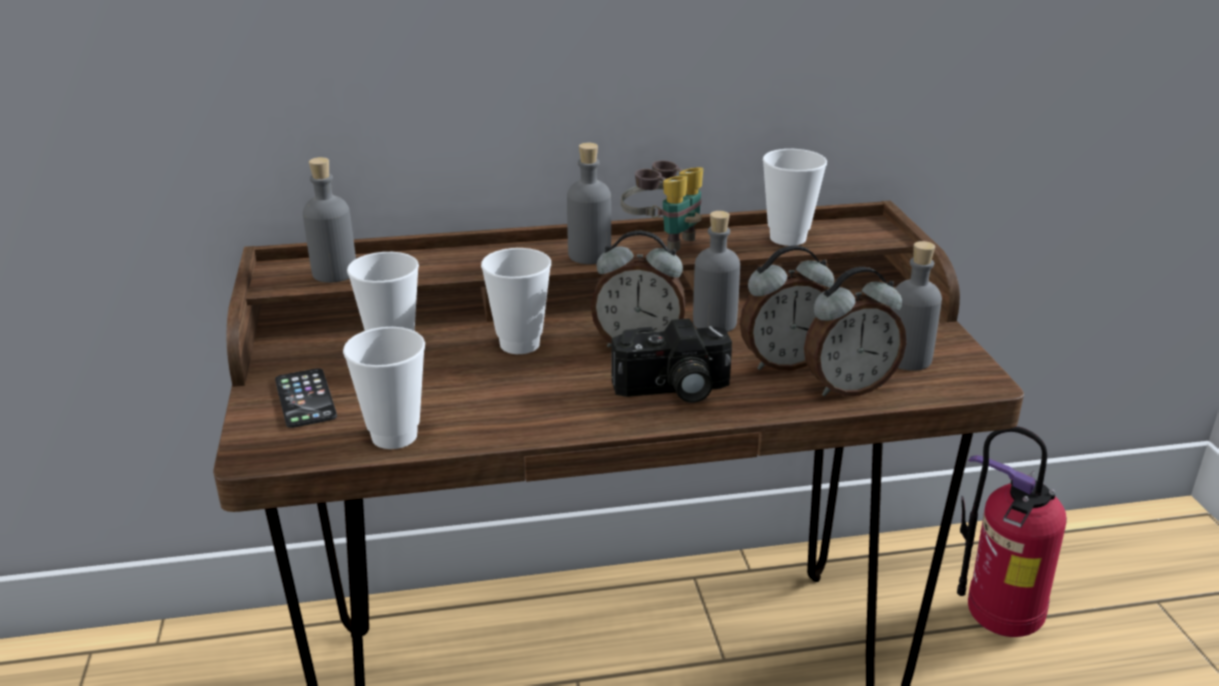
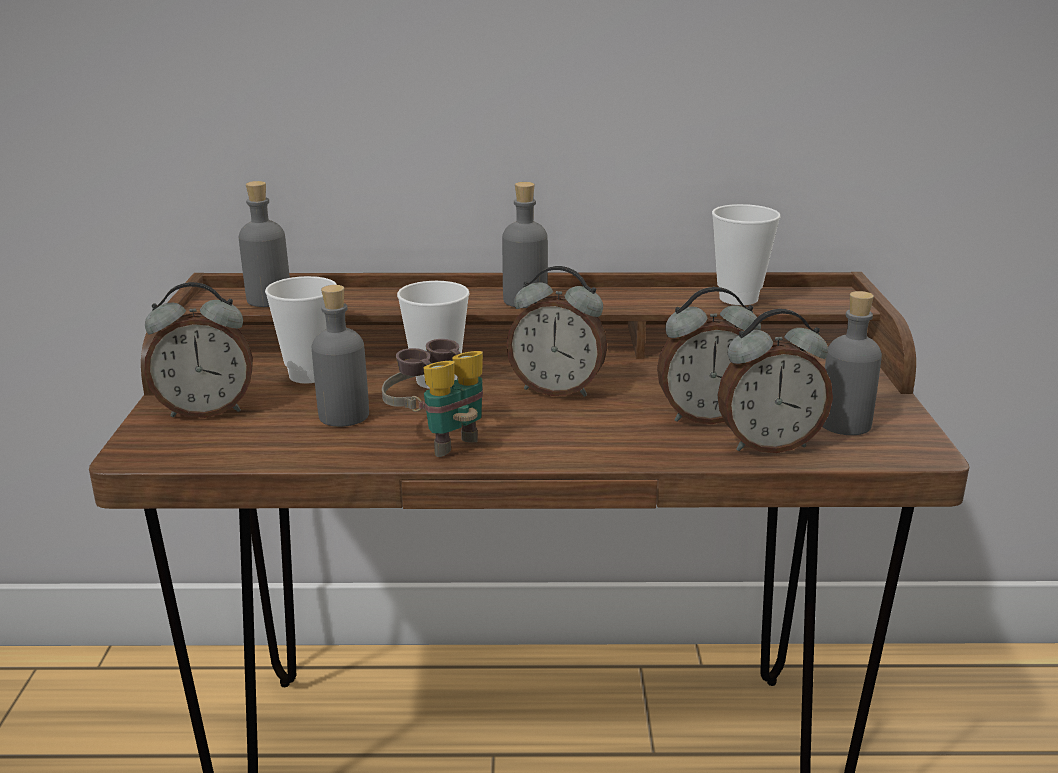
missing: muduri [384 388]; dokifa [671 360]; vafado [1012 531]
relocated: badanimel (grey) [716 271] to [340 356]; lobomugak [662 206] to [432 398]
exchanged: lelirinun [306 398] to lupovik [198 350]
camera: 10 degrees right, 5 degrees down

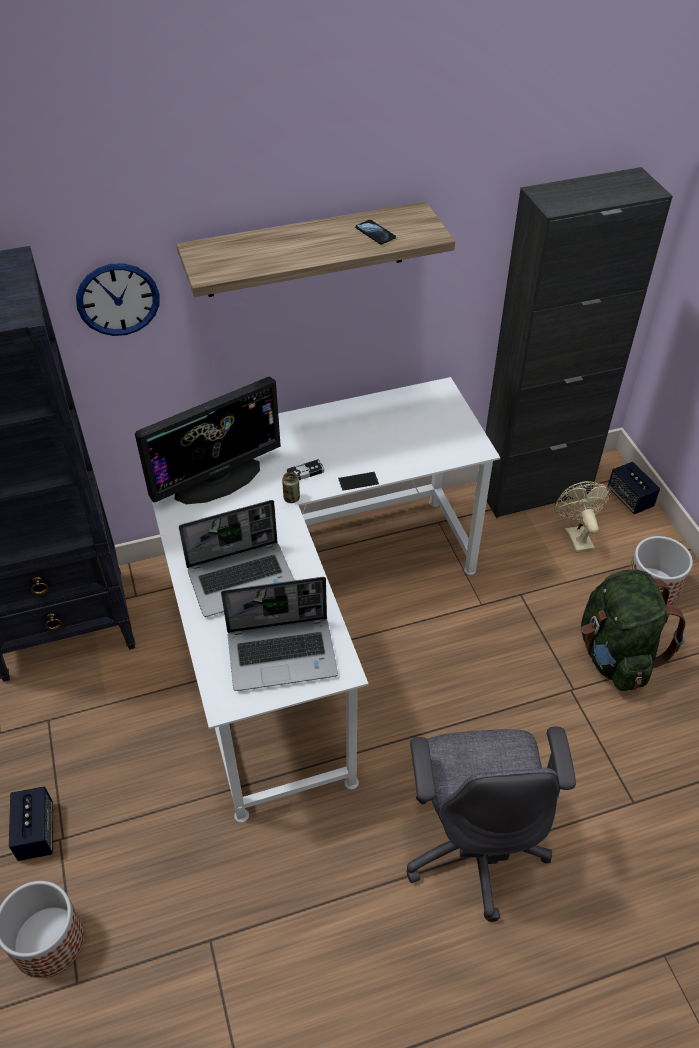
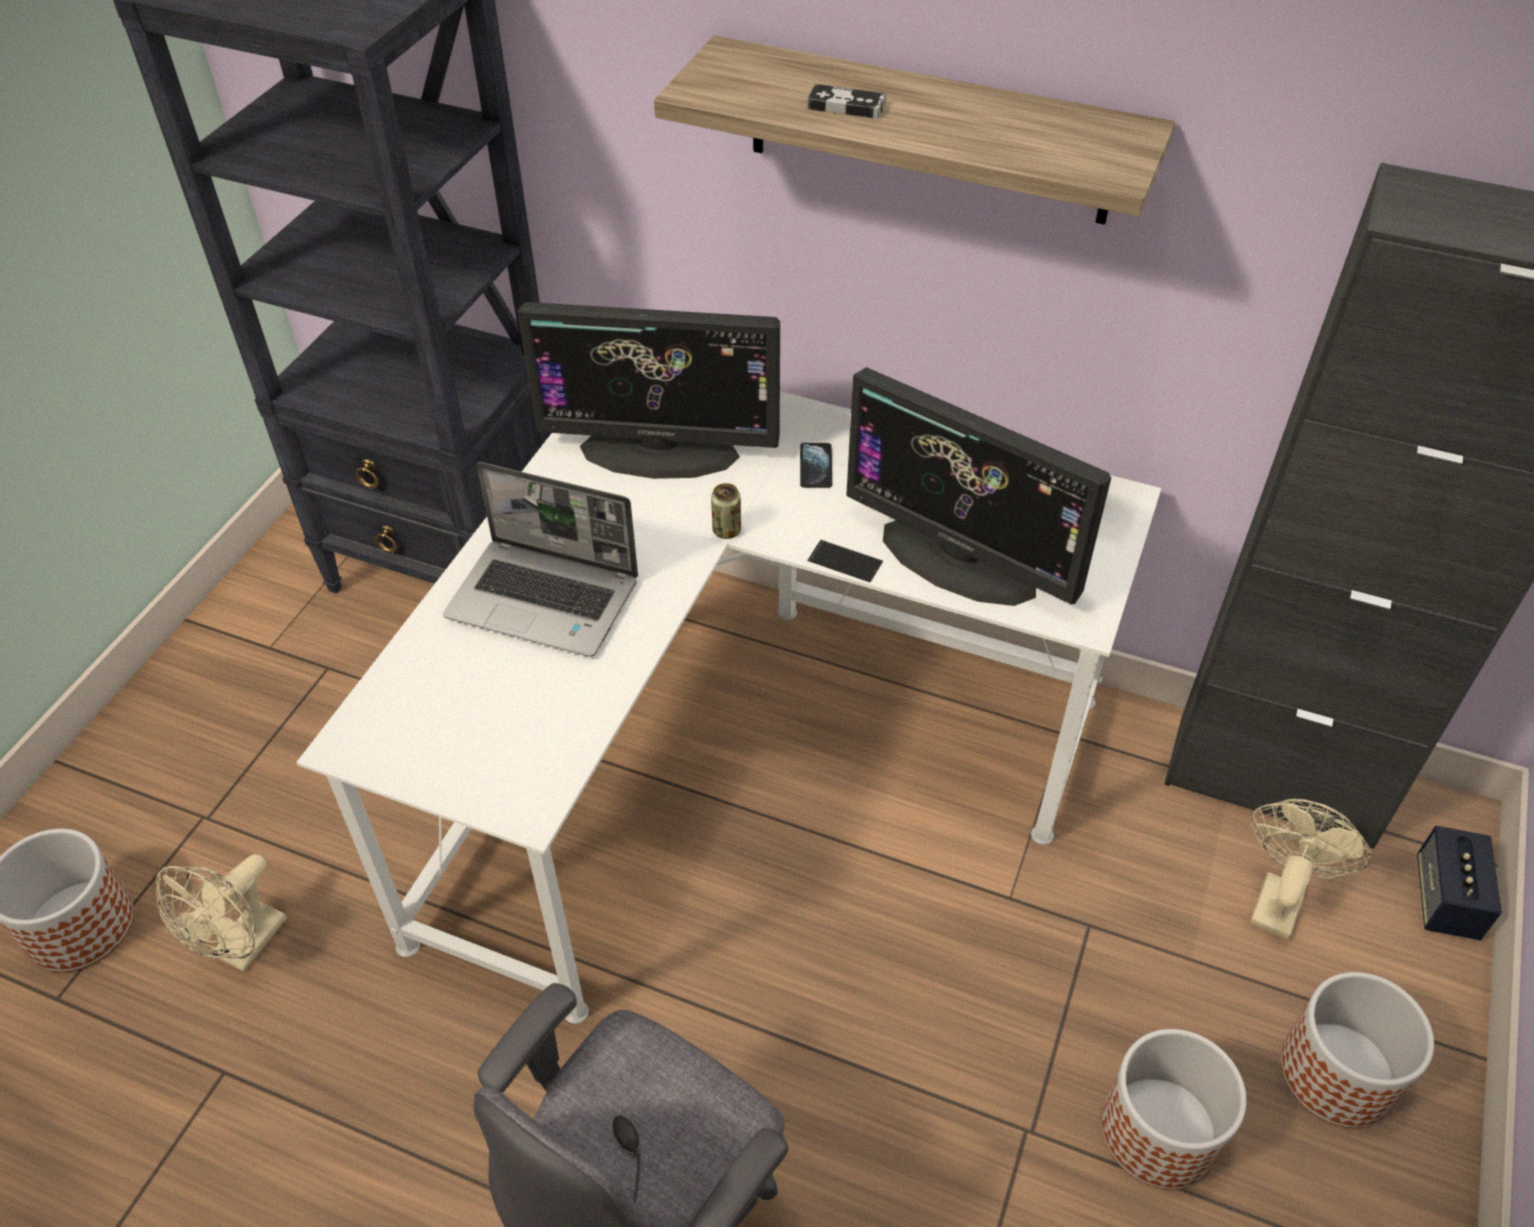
missing: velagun [31 823]; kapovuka [118 299]; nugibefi [279 634]
appeared: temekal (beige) [221 913]; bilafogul [978 486]
relocated: lelirinun [375 232] to [816 465]; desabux [305 469] to [846 101]
exchanged: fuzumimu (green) [633 630] to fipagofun [1174 1109]
camera: 40 degrees right, 0 degrees up

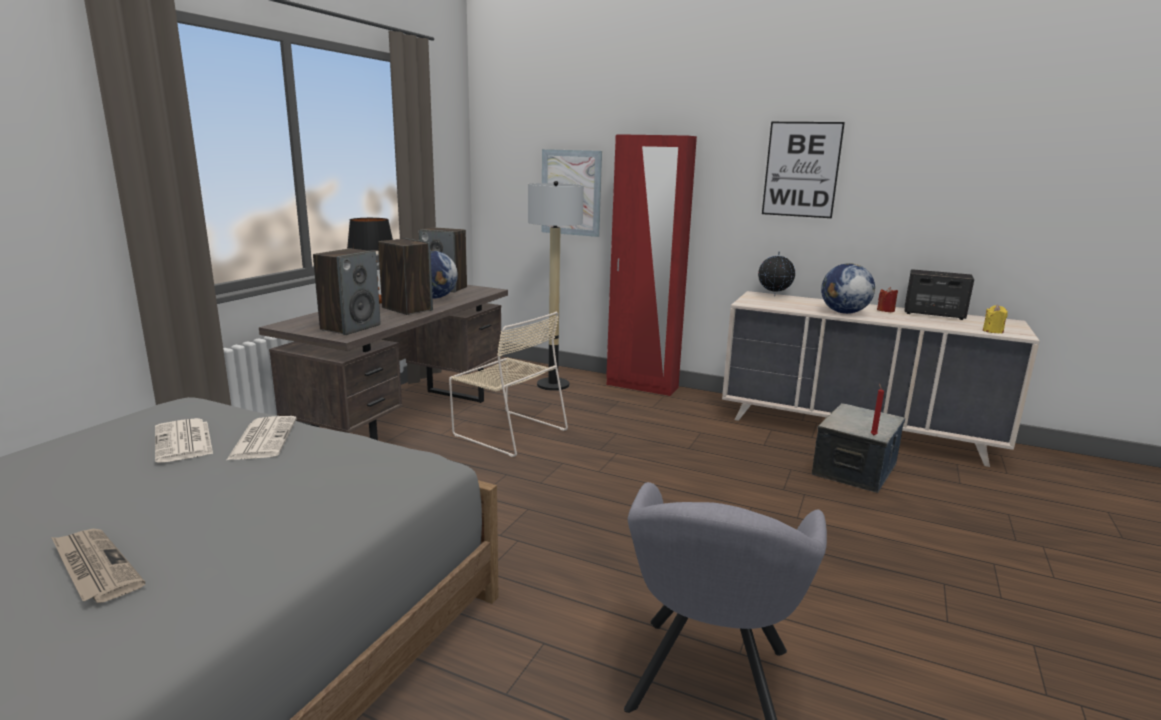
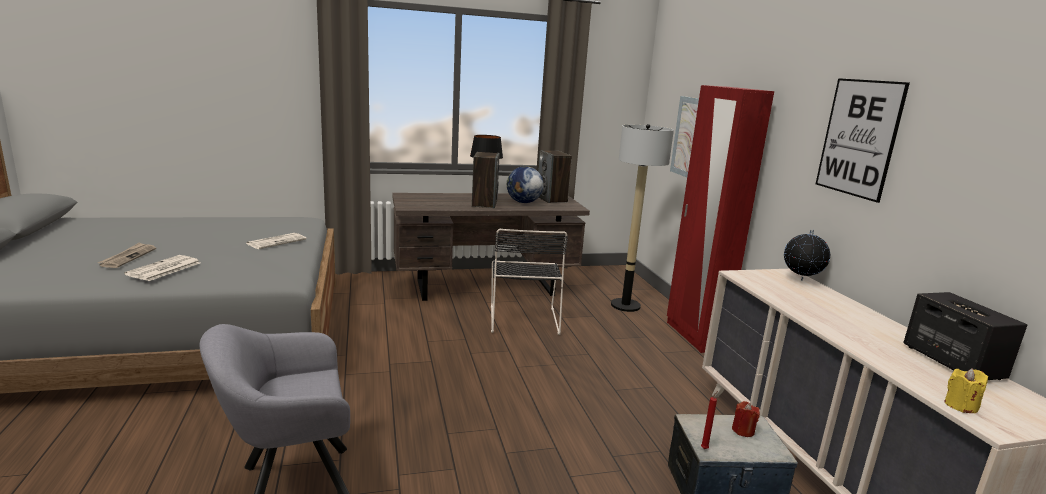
missing: velagun [347 291]; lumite [848 288]
relocated: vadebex [184 440] to [162 268]; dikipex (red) [887 299] to [746 419]
colour: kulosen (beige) [508 384] to kulosen (black) [529 282]
camera: 50 degrees right, 0 degrees up

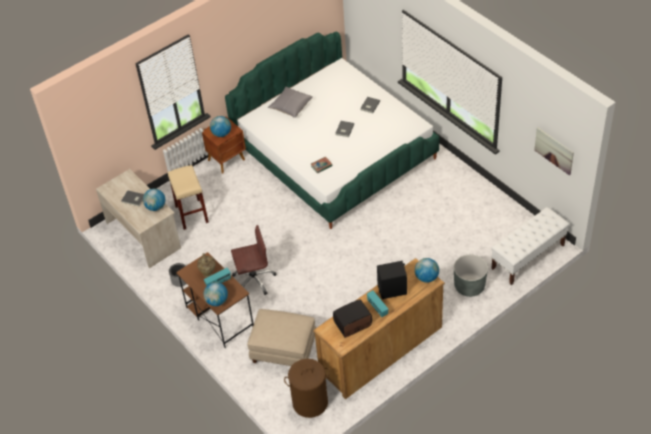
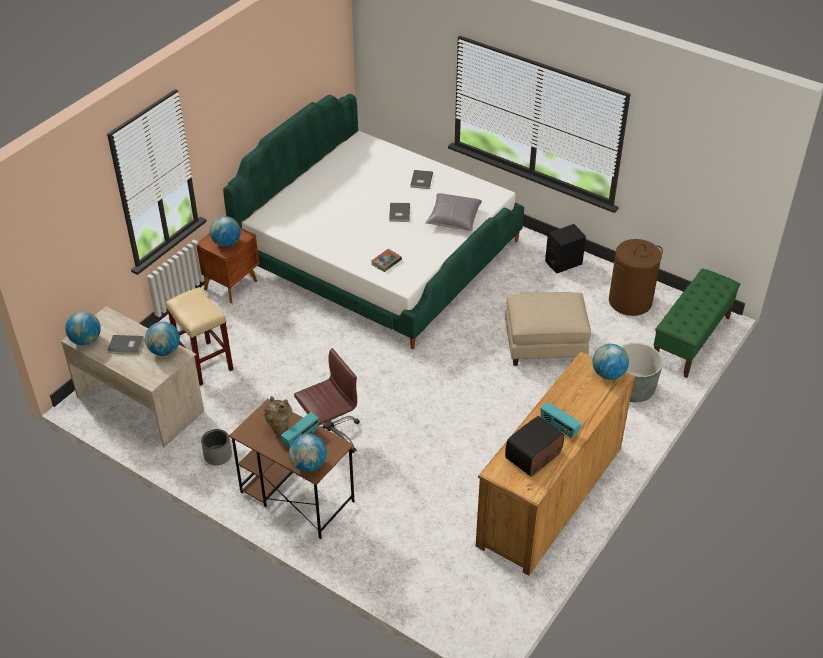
missing: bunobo [554 151]
appeared: lumite [83 328]
relocated: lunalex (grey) [290 102] to [453 212]; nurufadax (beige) [281 337] to [548 329]; velagun (black) [392 280] to [565 249]; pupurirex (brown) [307 388] to [636 277]
colour: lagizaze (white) [530 246] to lagizaze (green) [697 323]
camera: 20 degrees left, 5 degrees down

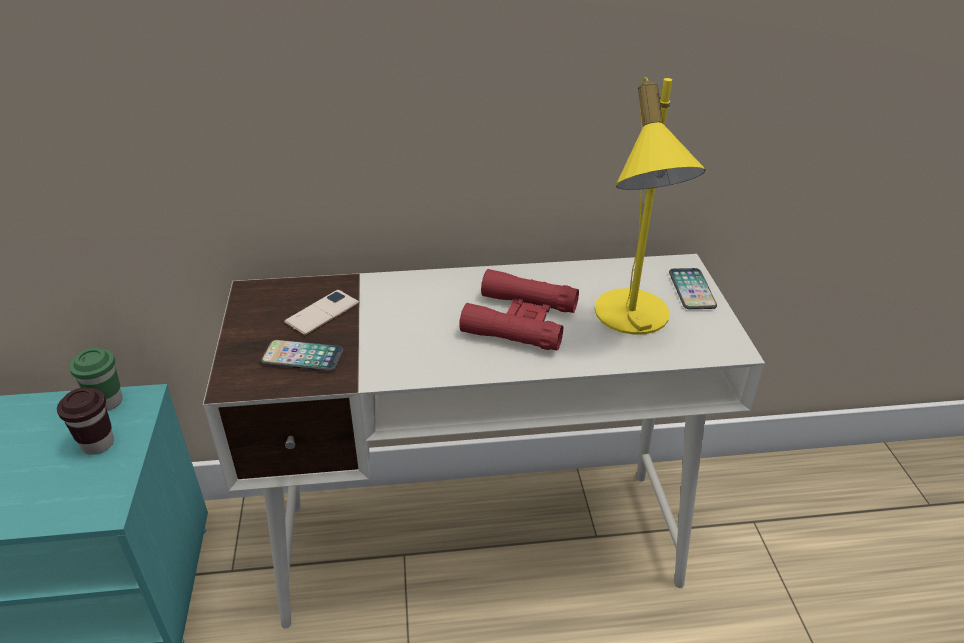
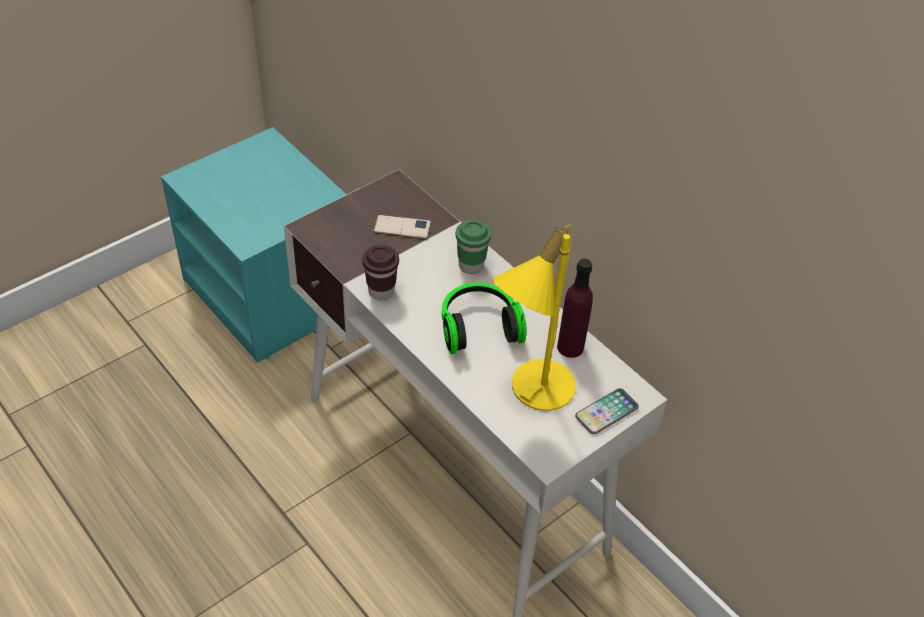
missing: lelirinun [302 355]
appeared: badanimel (purple) [575 308]
relocated: muduri (brown) [85 421] to [380 272]; muduri (green) [96 379] to [473 247]
exchanged: lobomugak (red) [519 310] to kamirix [484 319]
camera: 55 degrees right, 10 degrees up

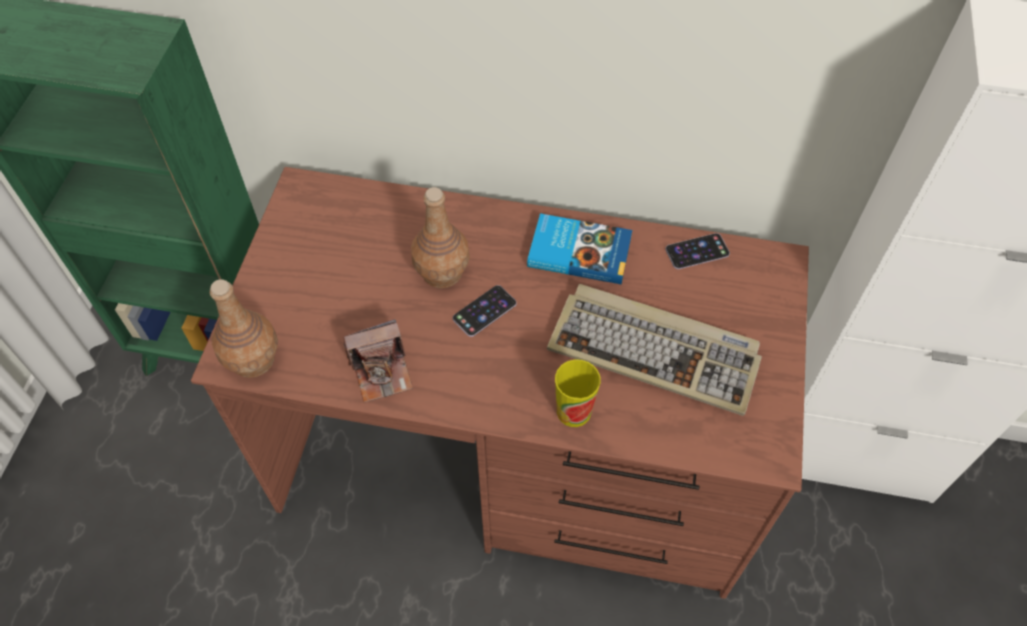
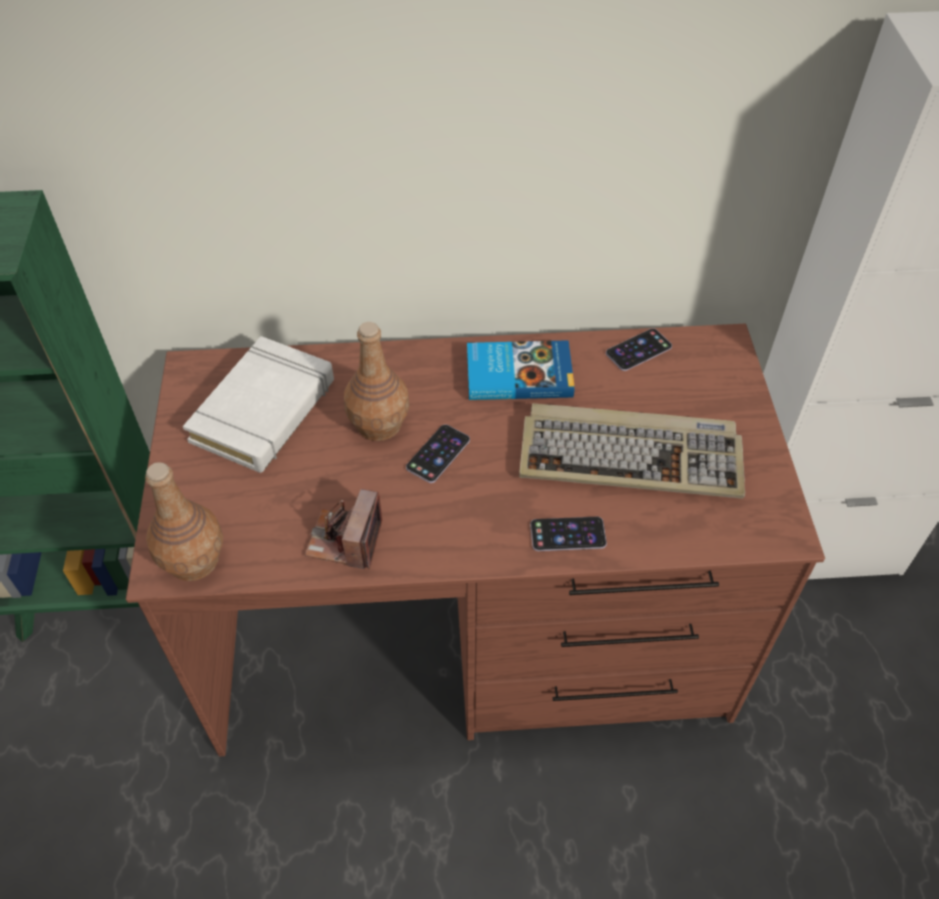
appeared: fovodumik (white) [258 404]
exchanged: muduri [578 393] to lelirinun [568 534]
spun: dokifa [378 360] = [343 529] 135 degrees clockwise
camera: 15 degrees left, 5 degrees down

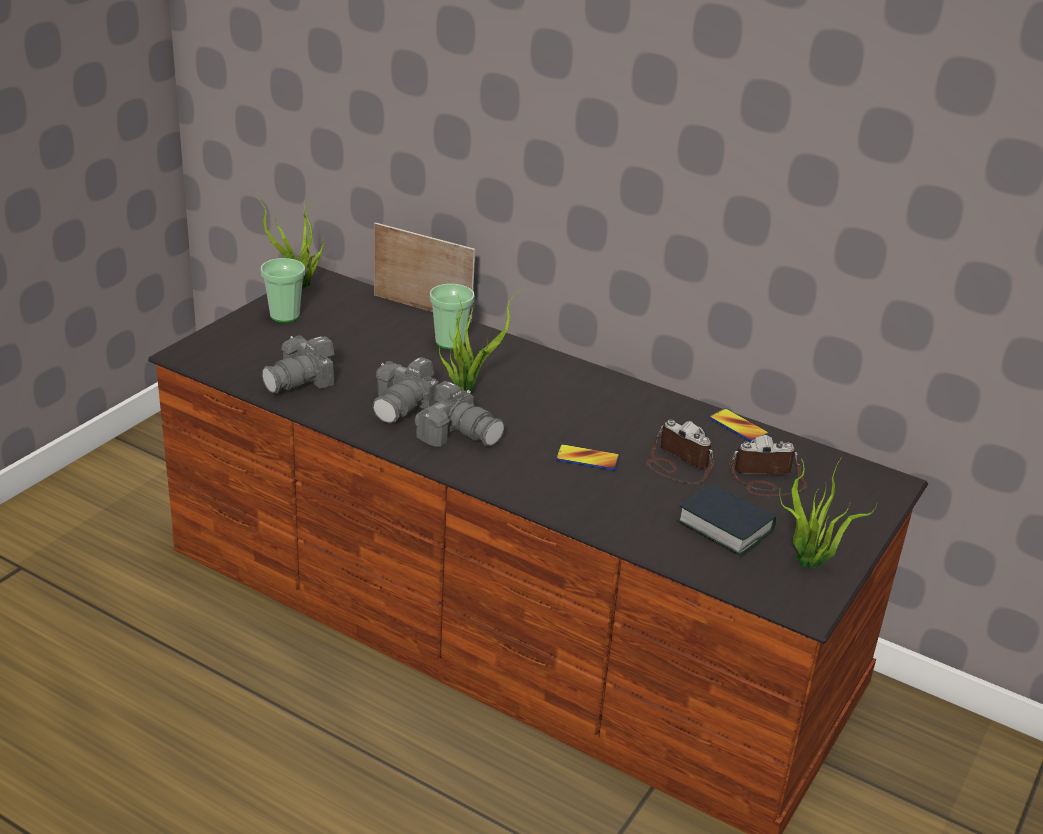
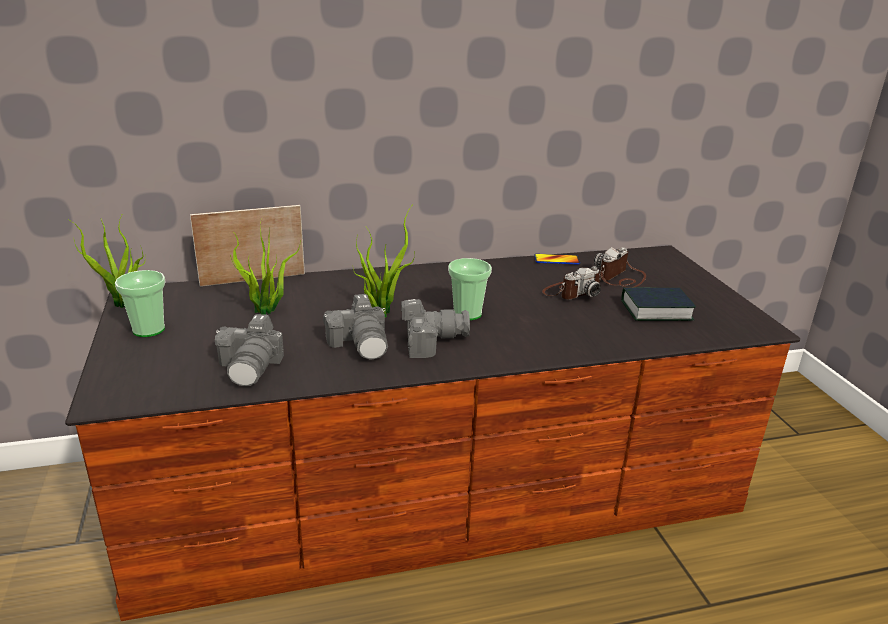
missing: lelirinun [587 457]
relocated: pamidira [829 513] to [265 269]; muduri [452 316] to [470 289]
spun: dokifa [680 452] = [571 282] 150 degrees clockwise
camera: 45 degrees left, 5 degrees down

